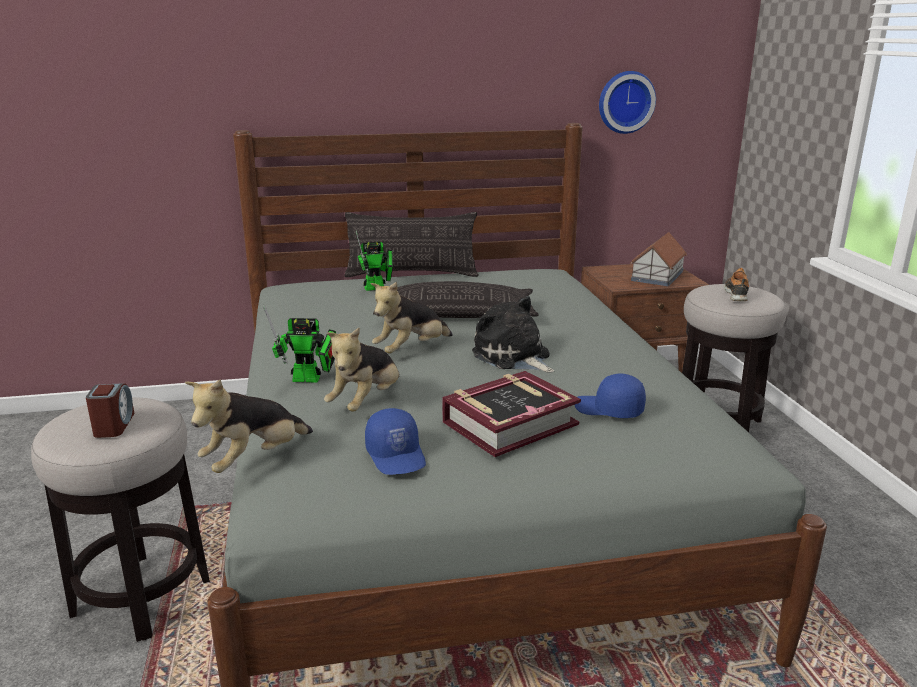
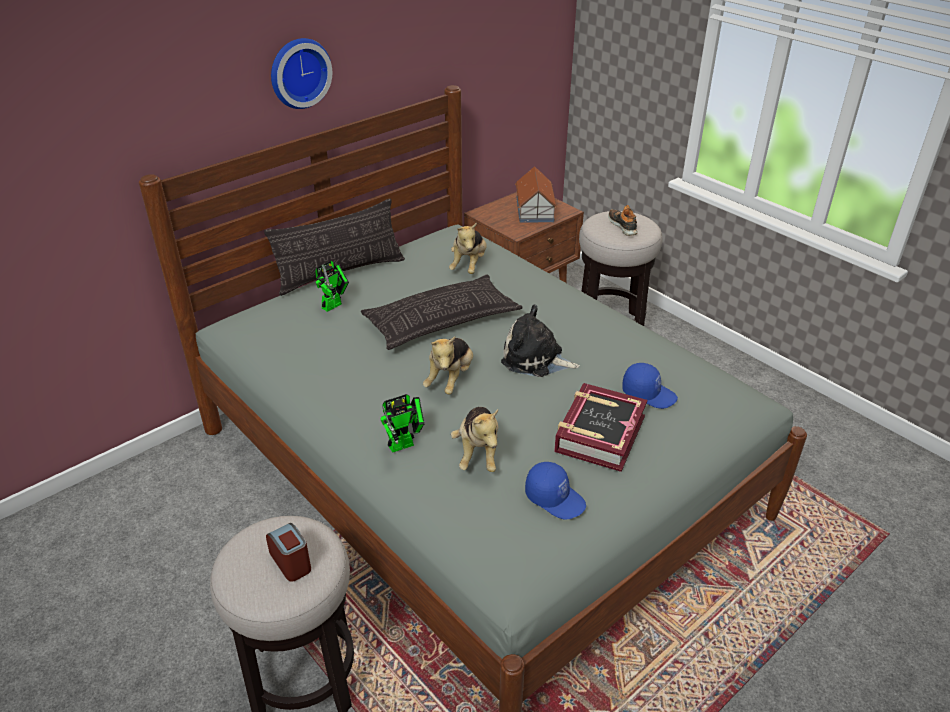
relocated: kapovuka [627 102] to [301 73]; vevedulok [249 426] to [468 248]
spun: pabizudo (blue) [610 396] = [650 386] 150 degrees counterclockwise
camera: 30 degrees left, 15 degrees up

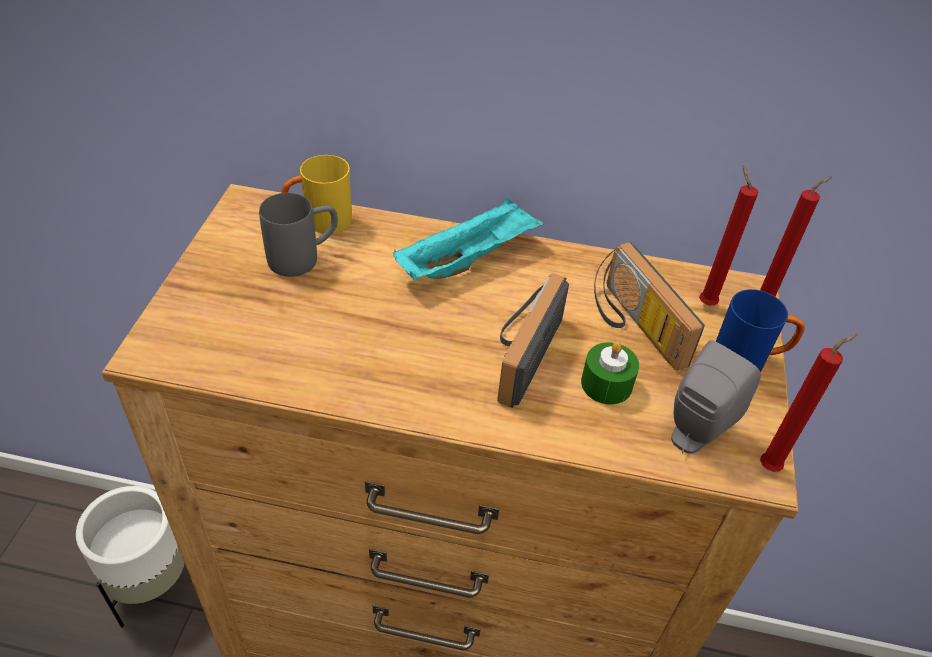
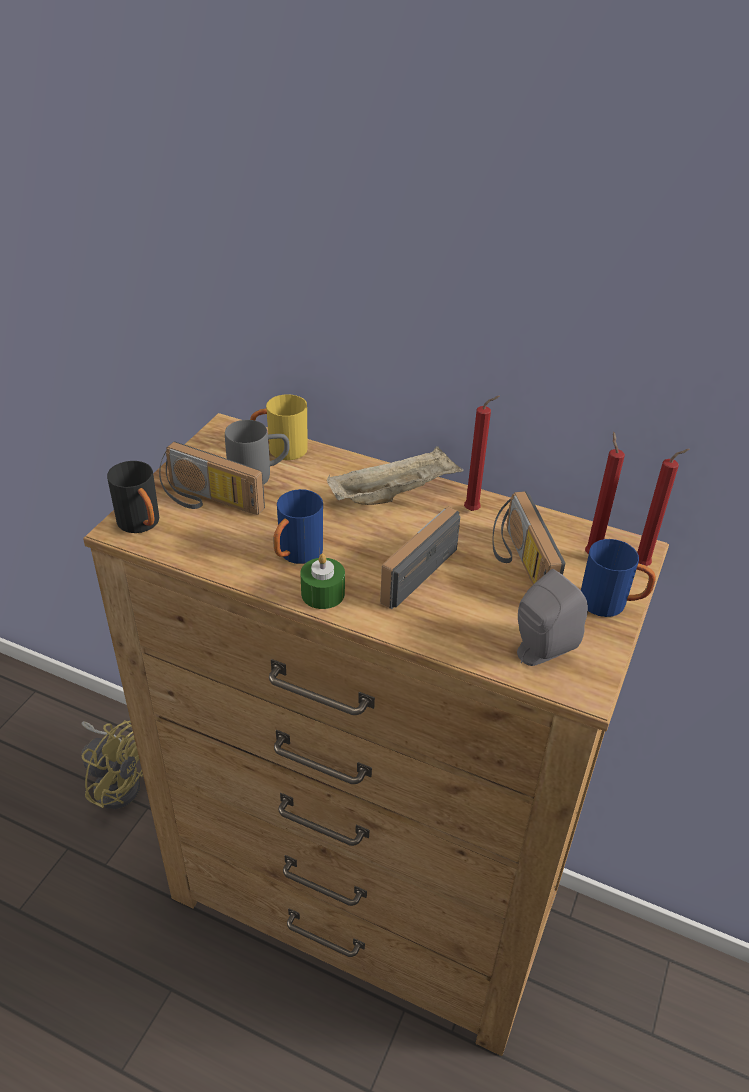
appeared: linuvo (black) [133 497]; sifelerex [212 478]; linuvo (blue) [298 526]
relocated: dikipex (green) [610 372] to [323 581]; dikipex (red) [809 403] to [482 453]
exchanged: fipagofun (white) [130 557] to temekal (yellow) [112 764]
colour: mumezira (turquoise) [468 239] to mumezira (beige) [395 475]
camera: 15 degrees right, 5 degrees down

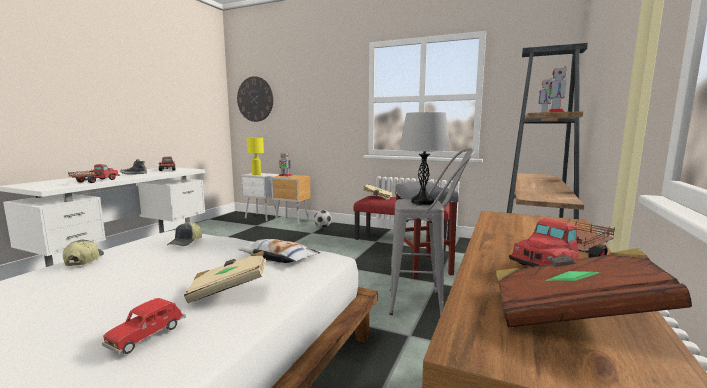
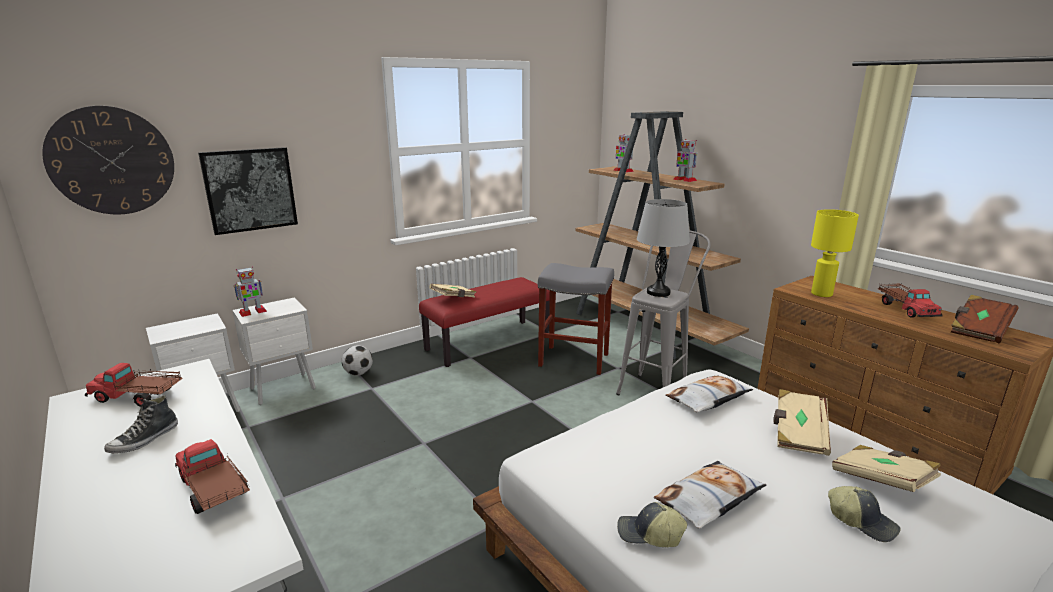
appeared: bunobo [248 191]; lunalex [710 495]
relocated: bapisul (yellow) [255 156] to [835 253]; pabizudo [184 234] to [864 514]
exchanged: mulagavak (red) [144 326] to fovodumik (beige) [886 468]
colour: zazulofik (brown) [291 200] to zazulofik (white) [274 351]
camera: 60 degrees left, 10 degrees up

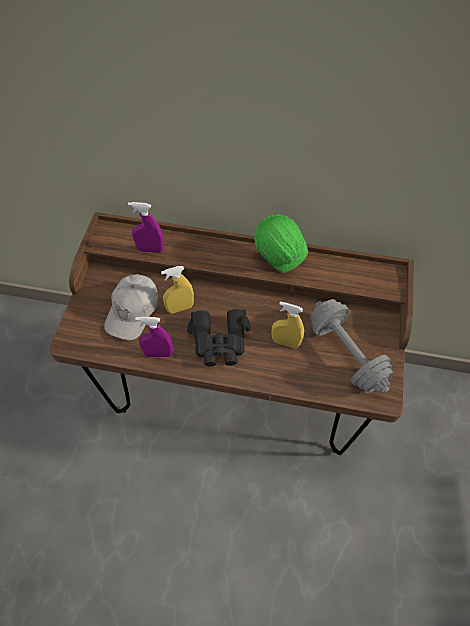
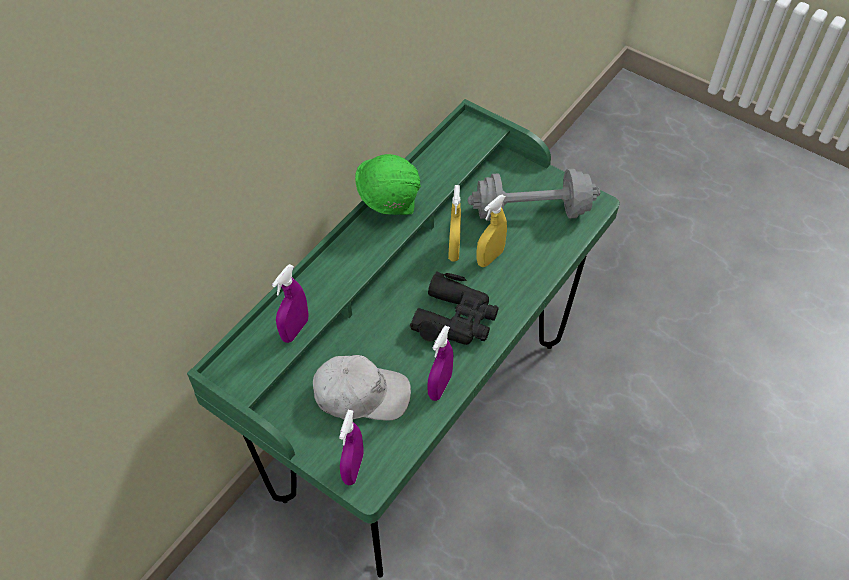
appeared: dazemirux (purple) [351 447]
relocated: dazemirux (yellow) [177 290] to [454 223]
colour: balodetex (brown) [231 333] to balodetex (green) [403 338]
spun: pabizudo (white) [131 307] = [362 388] 45 degrees counterclockwise
camera: 65 degrees left, 5 degrees down

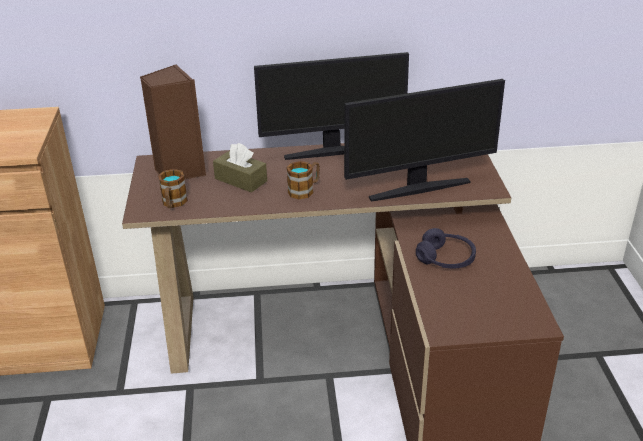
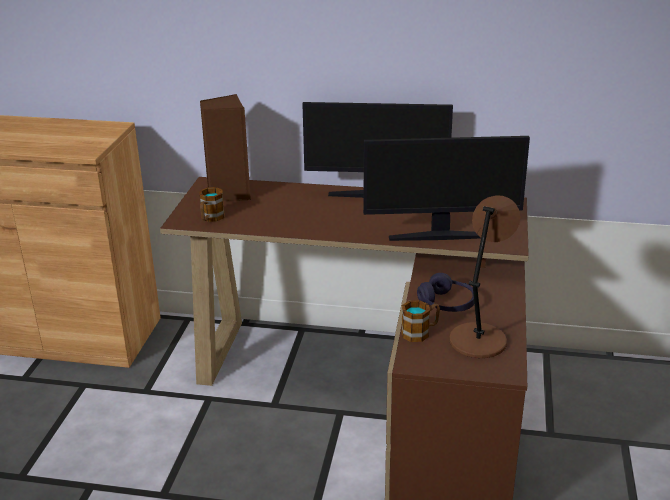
missing: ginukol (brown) [240 168]
appeared: bapisul (brown) [484 276]
relocated: linuvo [303 180] to [420 321]
camera: 15 degrees right, 5 degrees down

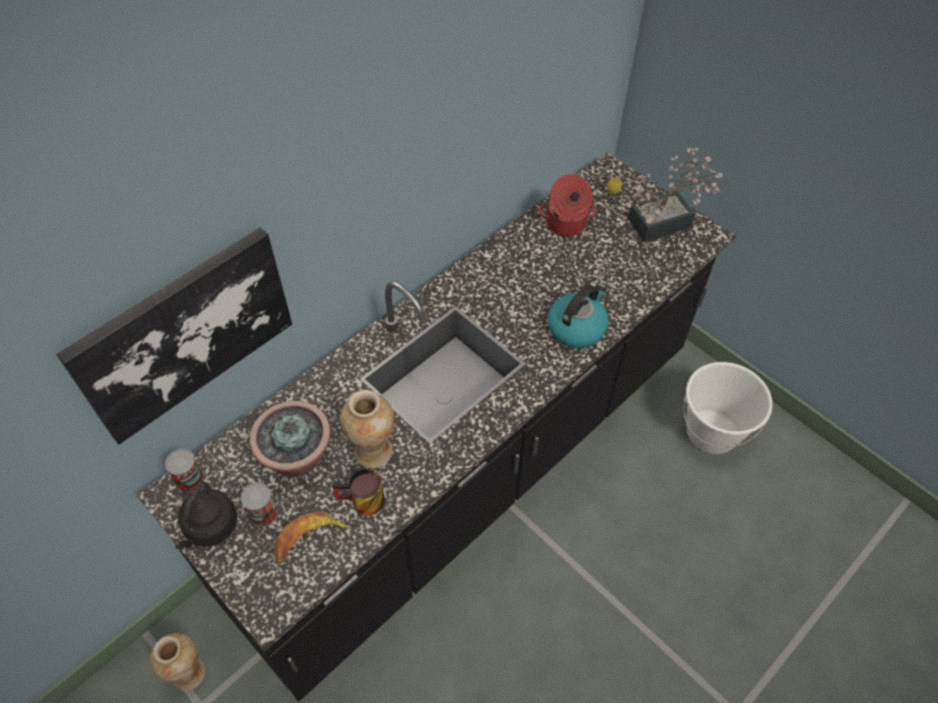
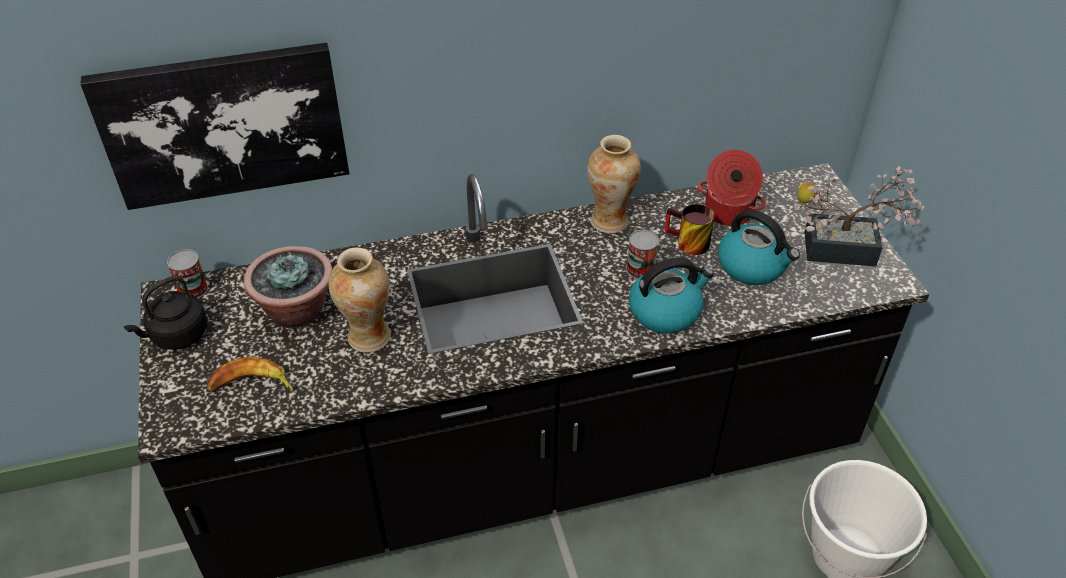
appeared: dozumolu [759 247]
relocated: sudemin [177 662] to [614 184]; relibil [259 505] to [643 254]; linuvo [359 492] to [689 229]
camera: 30 degrees right, 10 degrees down

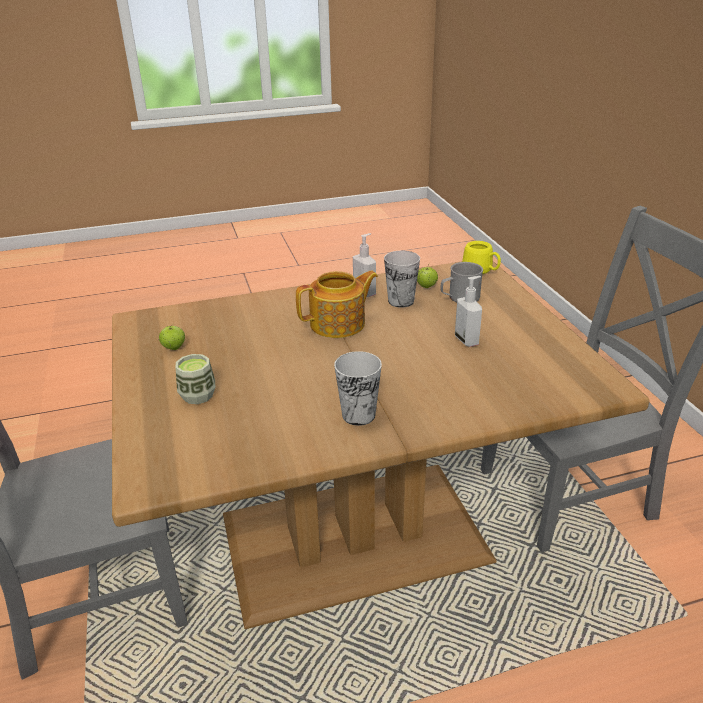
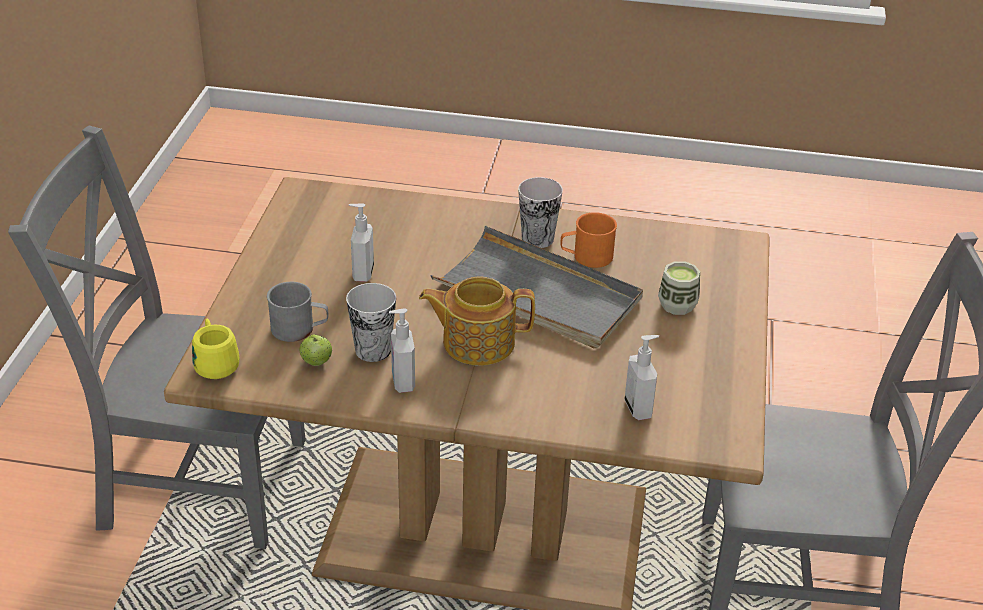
missing: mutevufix [172 337]
appeared: mumezira (grey) [537 287]; linuvo (orange) [588 240]; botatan [641 377]
camera: 155 degrees left, 5 degrees up

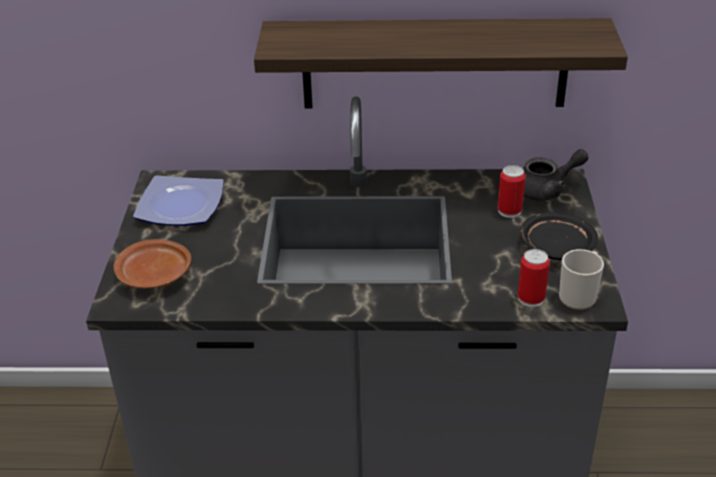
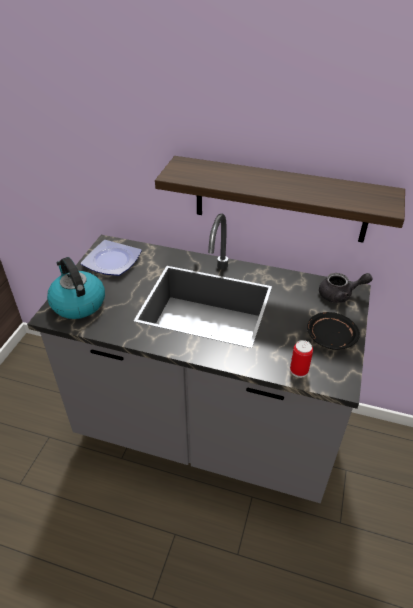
missing: relibil [512 191]; linuvo [581 279]
exchanged: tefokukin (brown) [152 264] to dozumolu [76 288]
camera: 15 degrees right, 5 degrees up

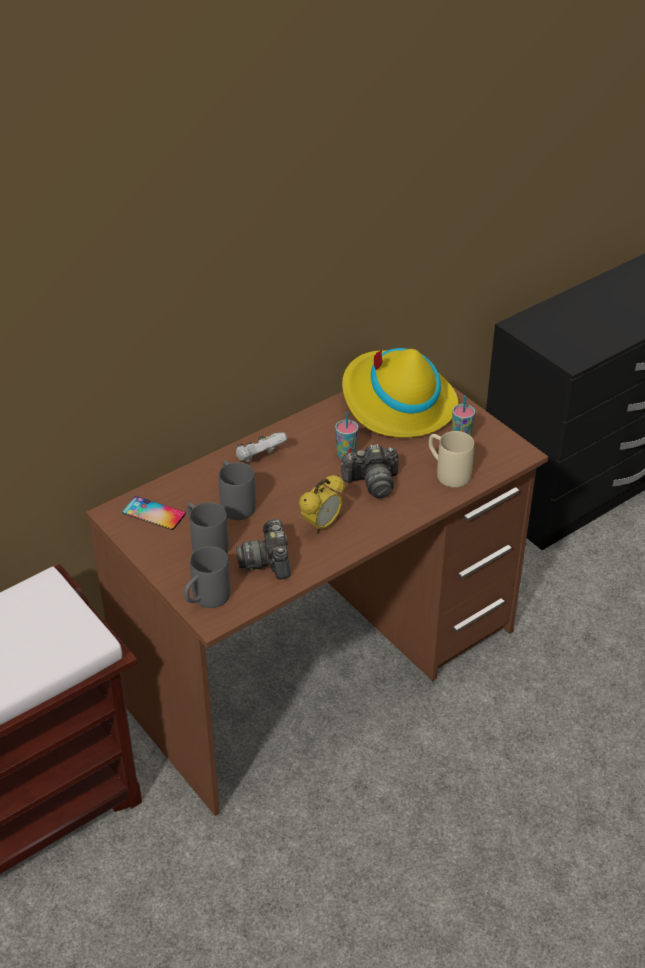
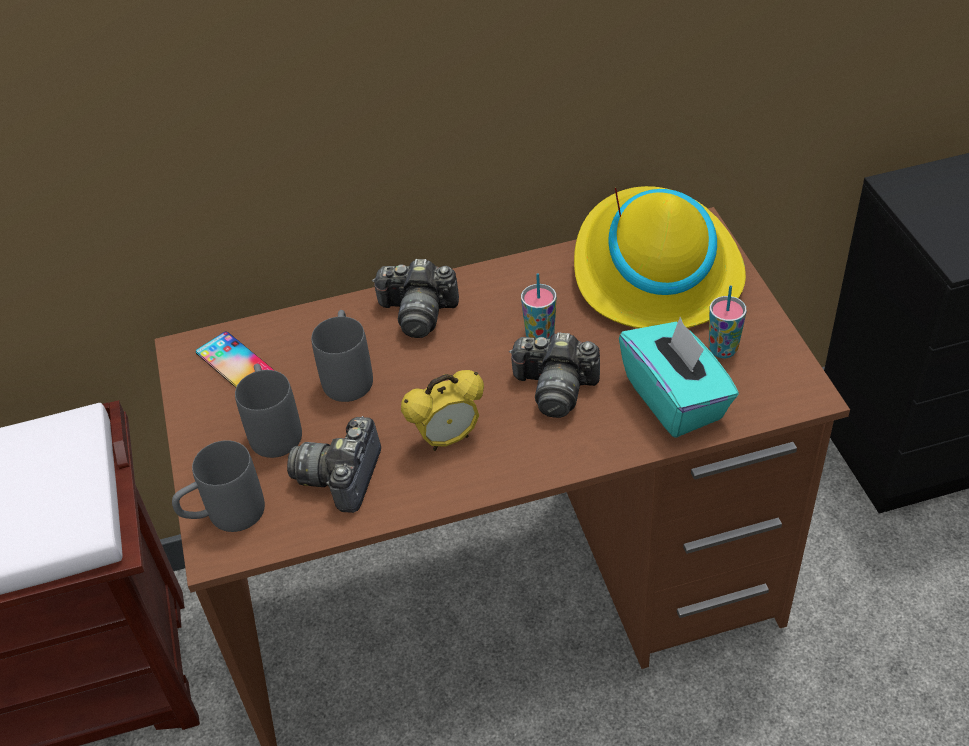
exchanged: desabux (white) [261 447] to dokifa [415 298]; linuvo (beige) [451 459] to ginukol (turquoise) [679 377]
camera: 25 degrees right, 5 degrees up

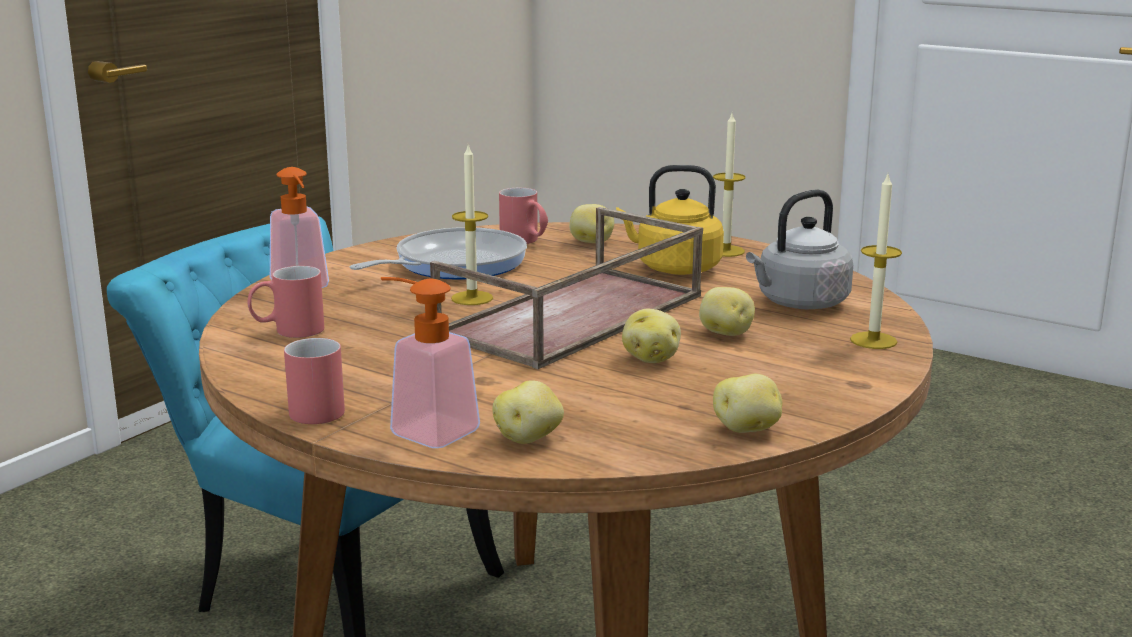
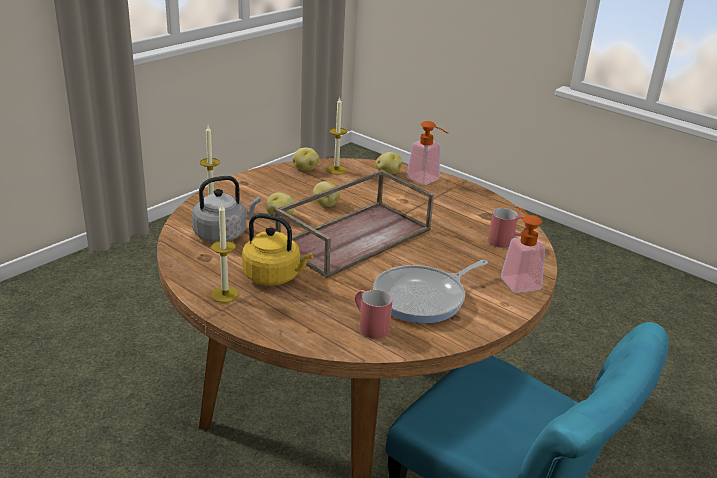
missing: linuvo (red) [314 381]; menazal [591 223]
relocated: dikipex [472 224] to [336 136]
camera: 175 degrees left, 10 degrees up

